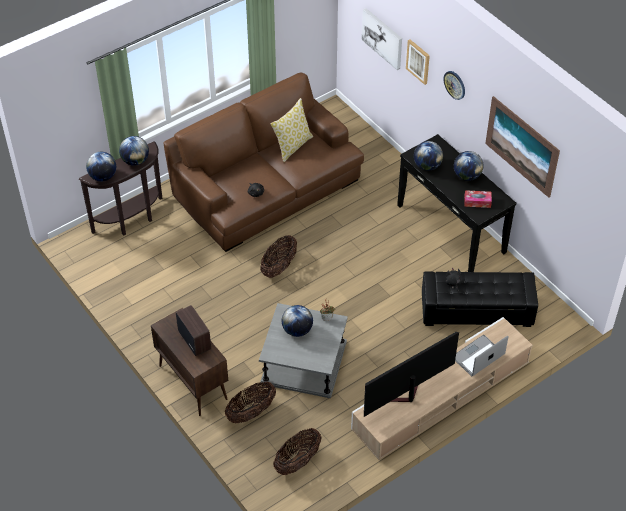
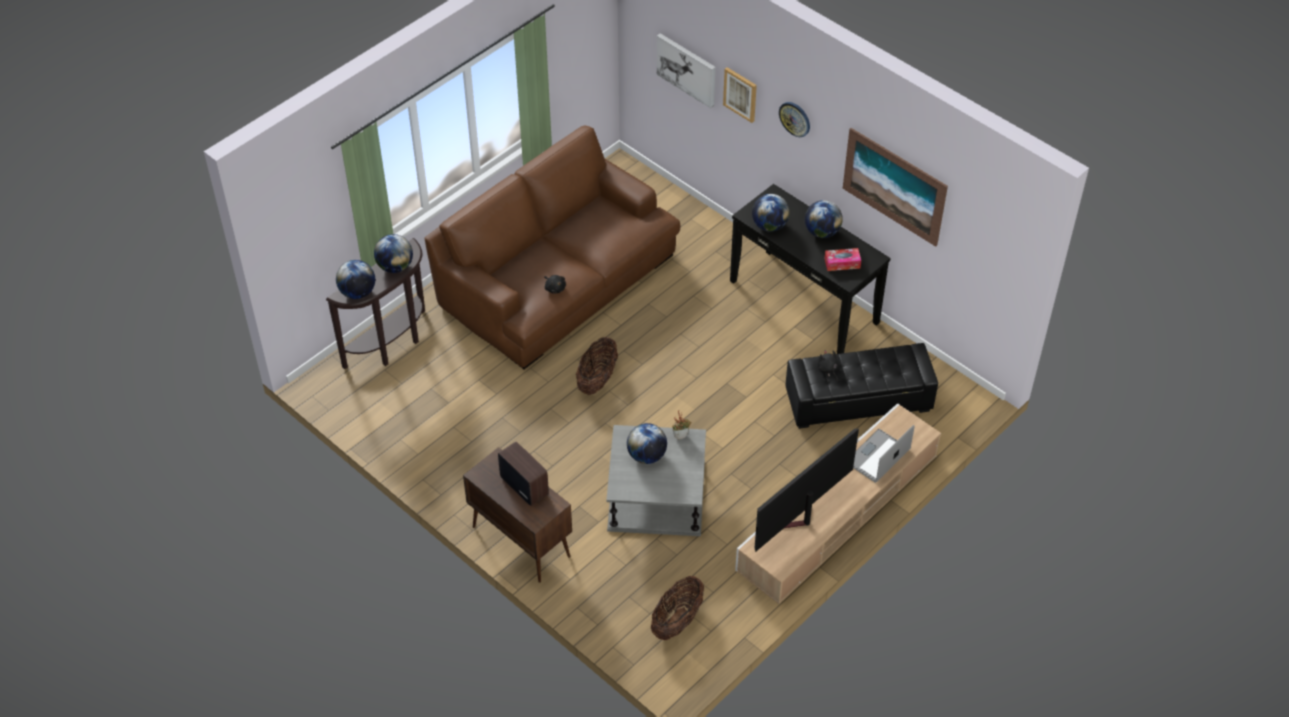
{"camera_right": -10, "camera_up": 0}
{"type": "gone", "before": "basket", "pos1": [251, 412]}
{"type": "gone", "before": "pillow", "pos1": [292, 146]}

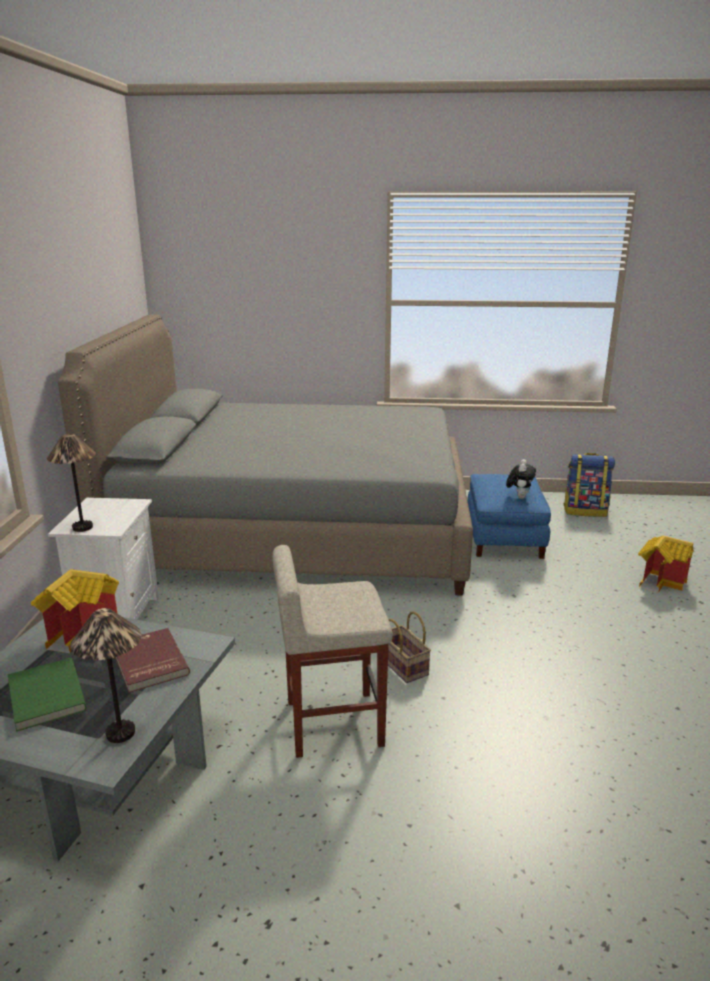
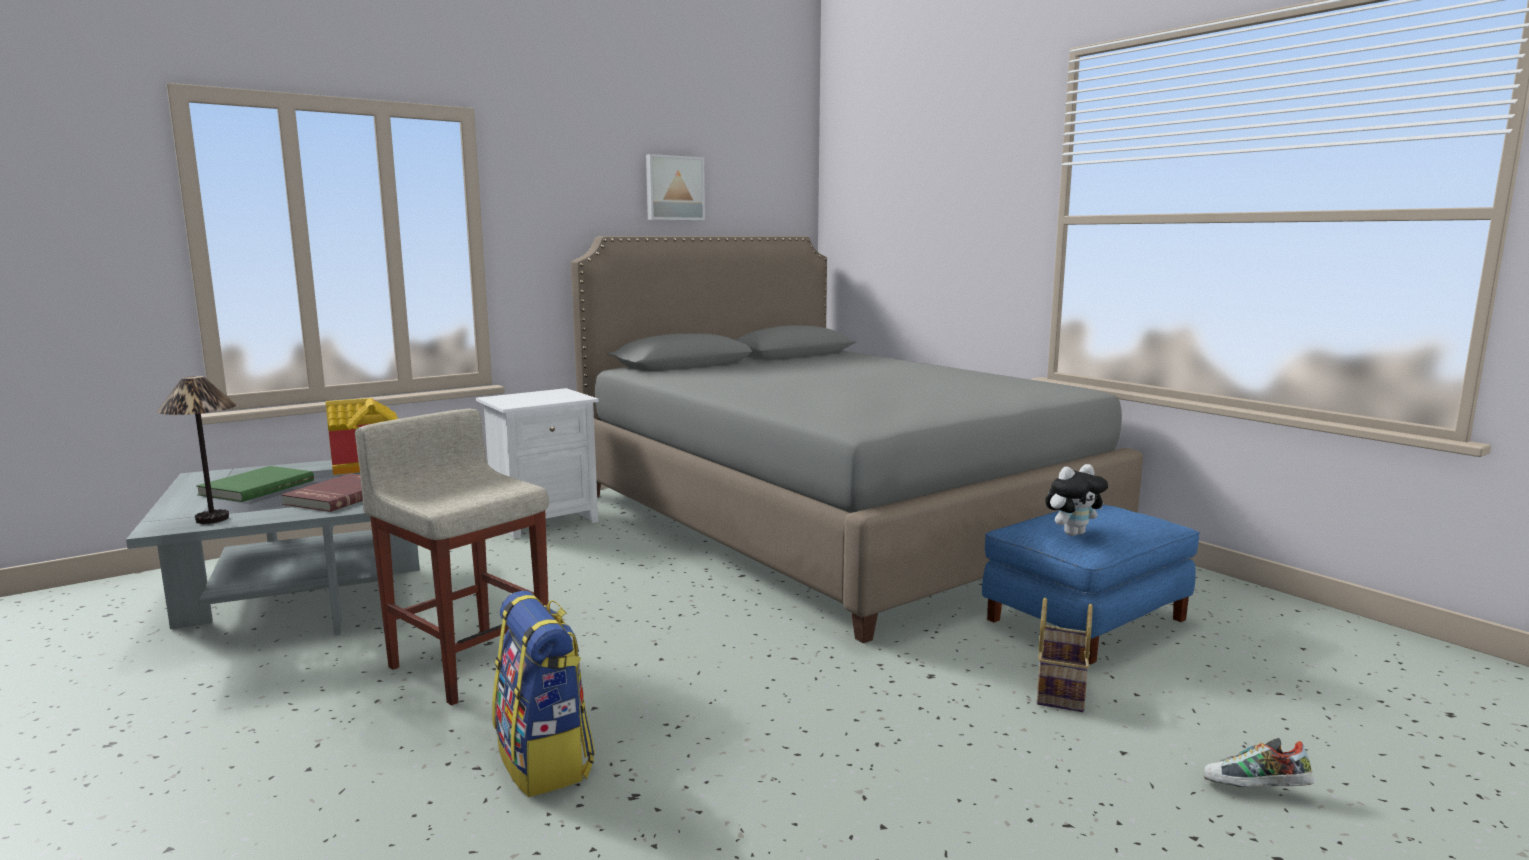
{"camera_right": 50, "camera_up": -10}
{"type": "gone", "before": "table_lamp", "pos1": [83, 527]}
{"type": "shifted", "before": "basket", "pos1": [402, 665], "pos2": [1059, 688]}
{"type": "shifted", "before": "backpack", "pos1": [585, 511], "pos2": [545, 761]}
{"type": "swapped", "before": "toy_house", "after": "shoe", "pos1": [660, 582], "pos2": [1255, 790]}
{"type": "new", "after": "picture", "pos2": [674, 188]}

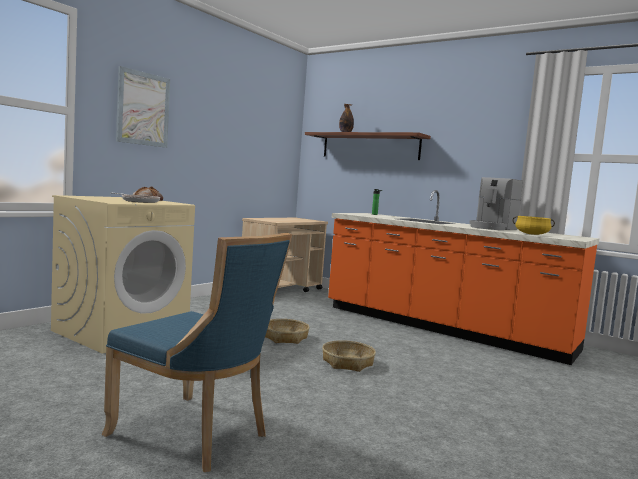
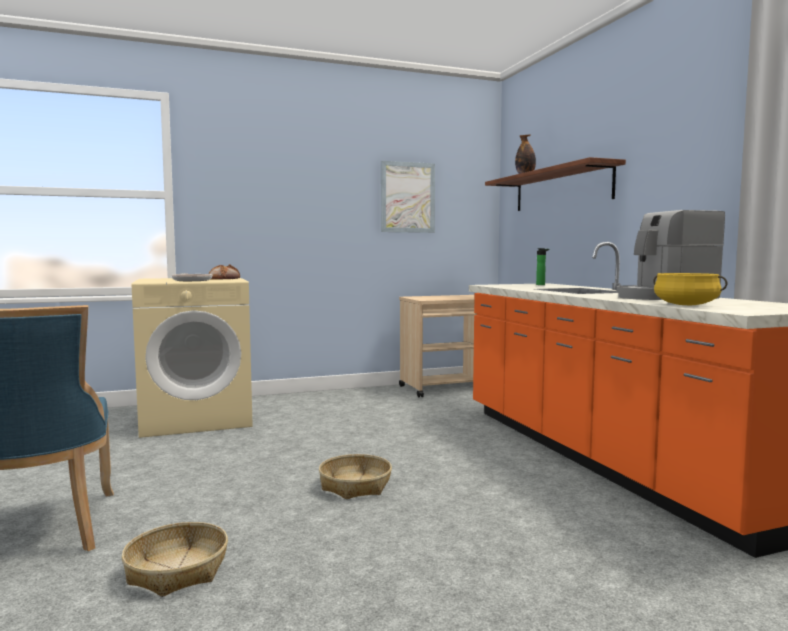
{"camera_right": 35, "camera_up": 0}
{"type": "shifted", "before": "picture", "pos1": [143, 109], "pos2": [407, 197]}
{"type": "shifted", "before": "basket", "pos1": [285, 337], "pos2": [177, 570]}

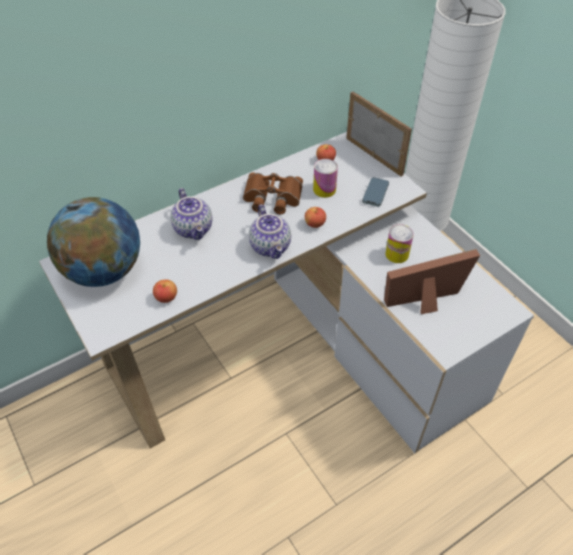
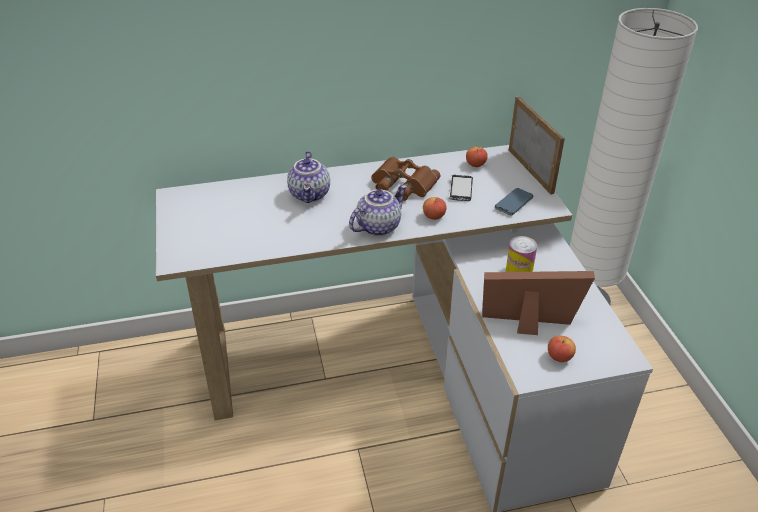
{"camera_right": 20, "camera_up": -10}
{"type": "gone", "before": "globe", "pos1": [104, 271]}
{"type": "shifted", "before": "apple", "pos1": [166, 297], "pos2": [559, 357]}
{"type": "rotated", "before": "teapot", "pos1": [271, 247], "pos2": [378, 226], "turn": -135}
{"type": "swapped", "before": "can", "after": "phone", "pos1": [324, 189], "pos2": [460, 189]}

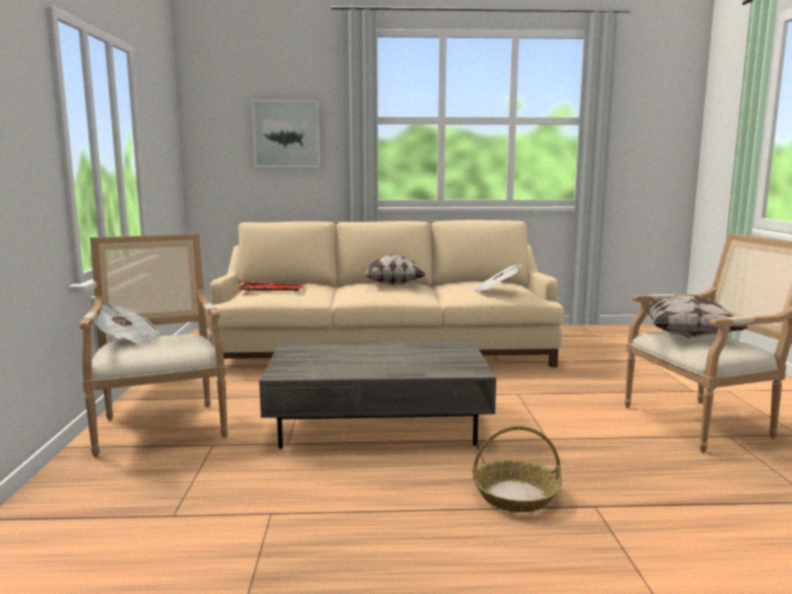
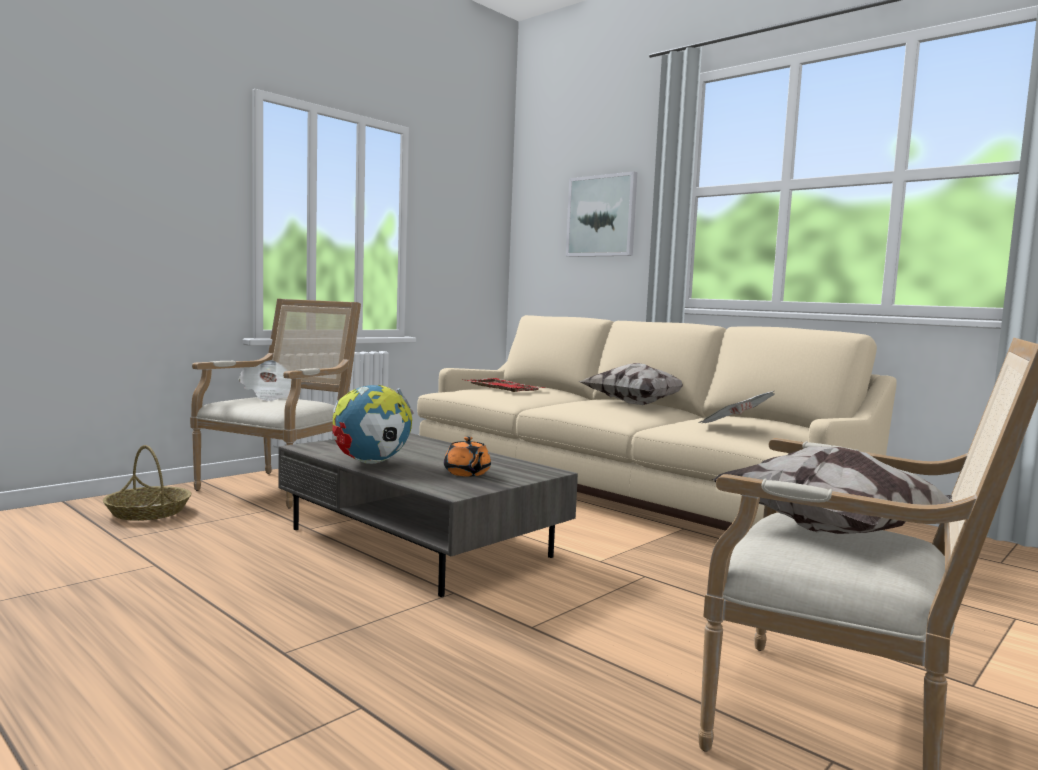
{"camera_right": 45, "camera_up": -5}
{"type": "shifted", "before": "basket", "pos1": [515, 496], "pos2": [147, 512]}
{"type": "new", "after": "globe", "pos2": [371, 462]}
{"type": "new", "after": "orange_teapot", "pos2": [467, 473]}

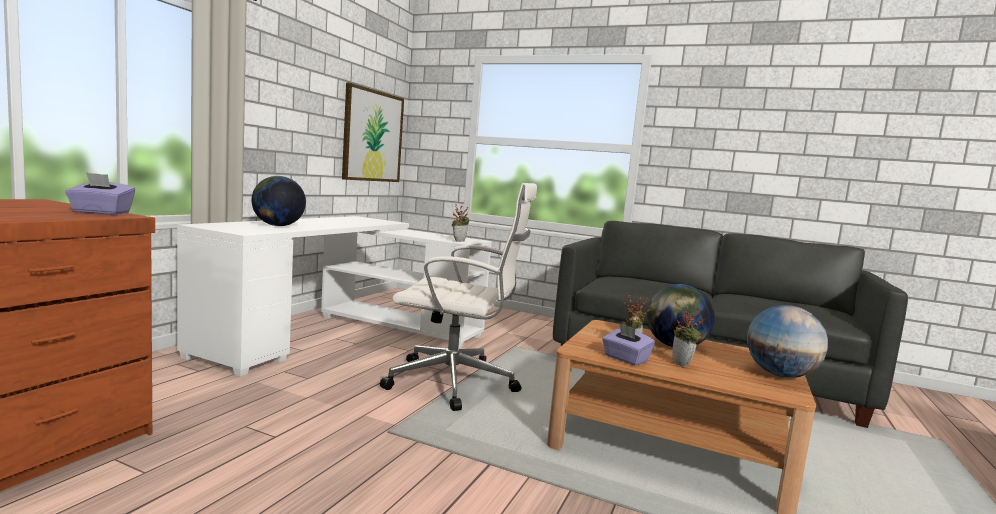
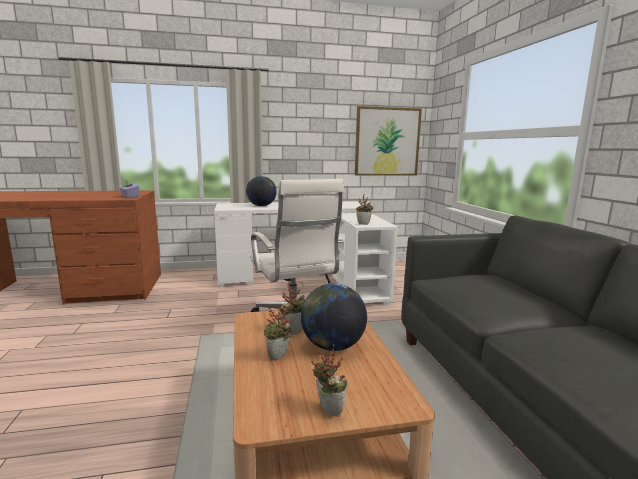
{"camera_right": 55, "camera_up": 5}
{"type": "gone", "before": "purple_tissue_box", "pos1": [625, 359]}
{"type": "swapped", "before": "globe", "after": "potted_plant", "pos1": [780, 375], "pos2": [327, 411]}

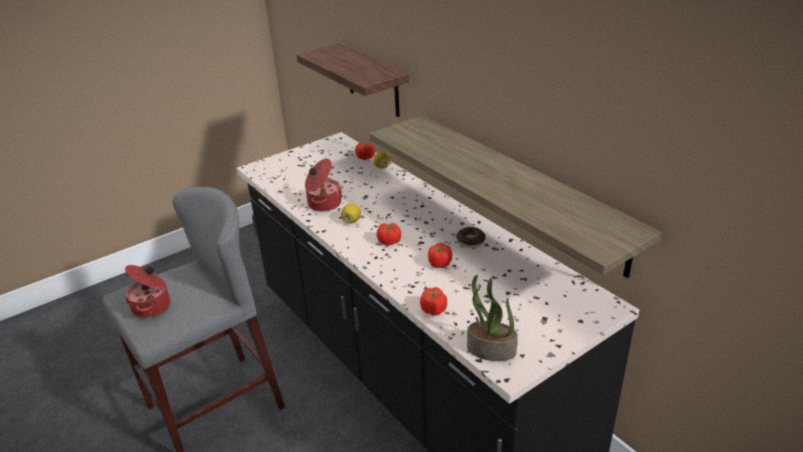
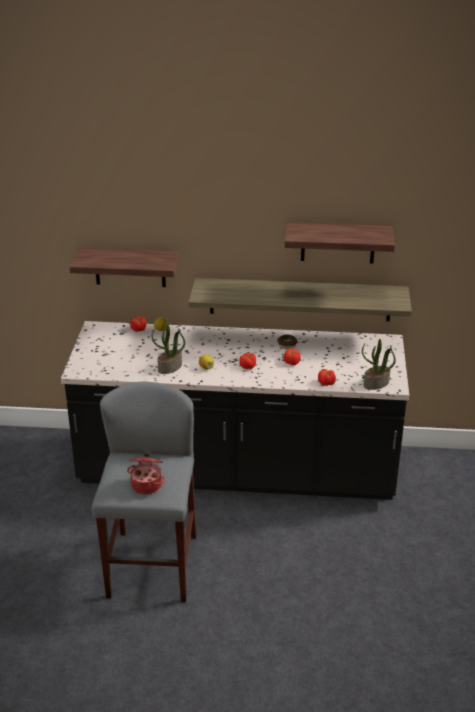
{"camera_right": -50, "camera_up": 0}
{"type": "swapped", "before": "cooking_pot", "after": "potted_plant", "pos1": [323, 203], "pos2": [170, 367]}
{"type": "new", "after": "shelf", "pos2": [338, 242]}

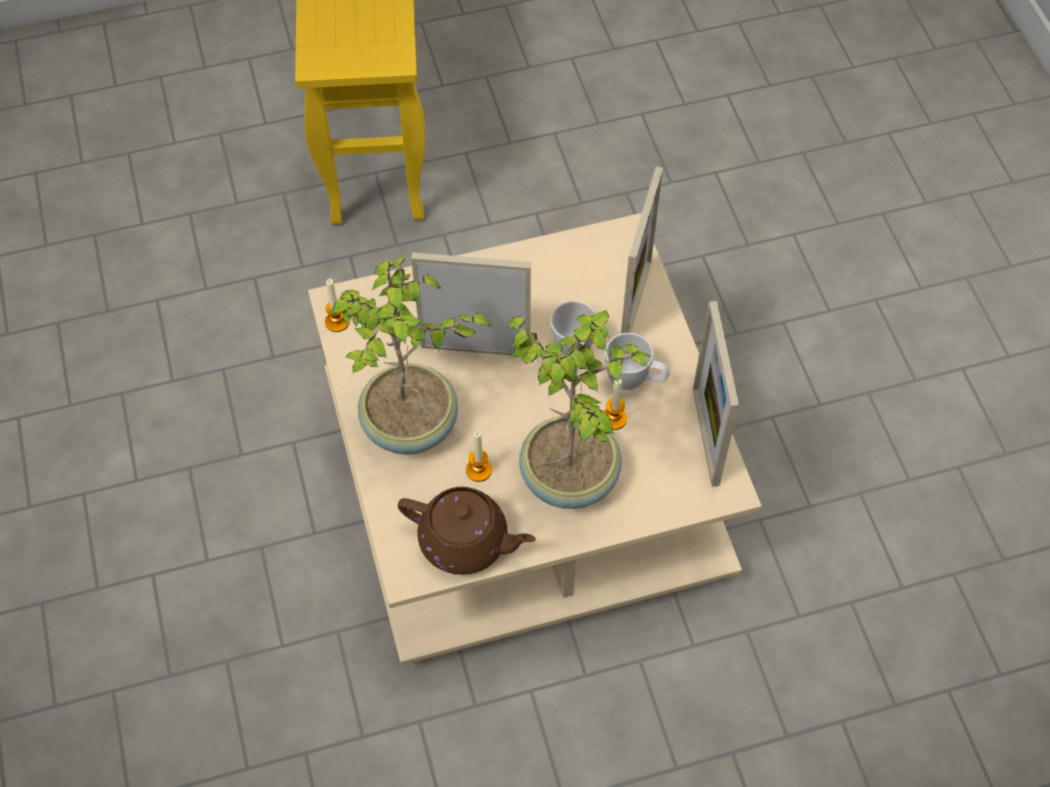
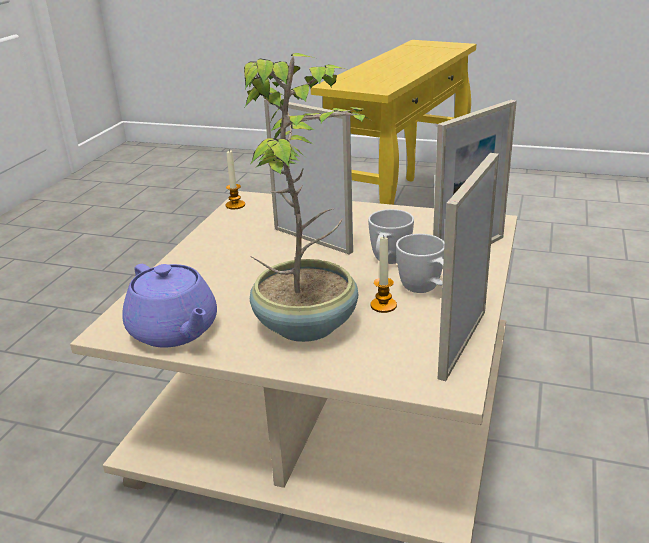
{"camera_right": 35, "camera_up": -30}
{"type": "gone", "before": "potted_plant", "pos1": [411, 426]}
{"type": "repainted", "before": "brown_teapot", "after": "purple_teapot", "pos1": [466, 541], "pos2": [174, 331]}
{"type": "gone", "before": "candle", "pos1": [479, 470]}

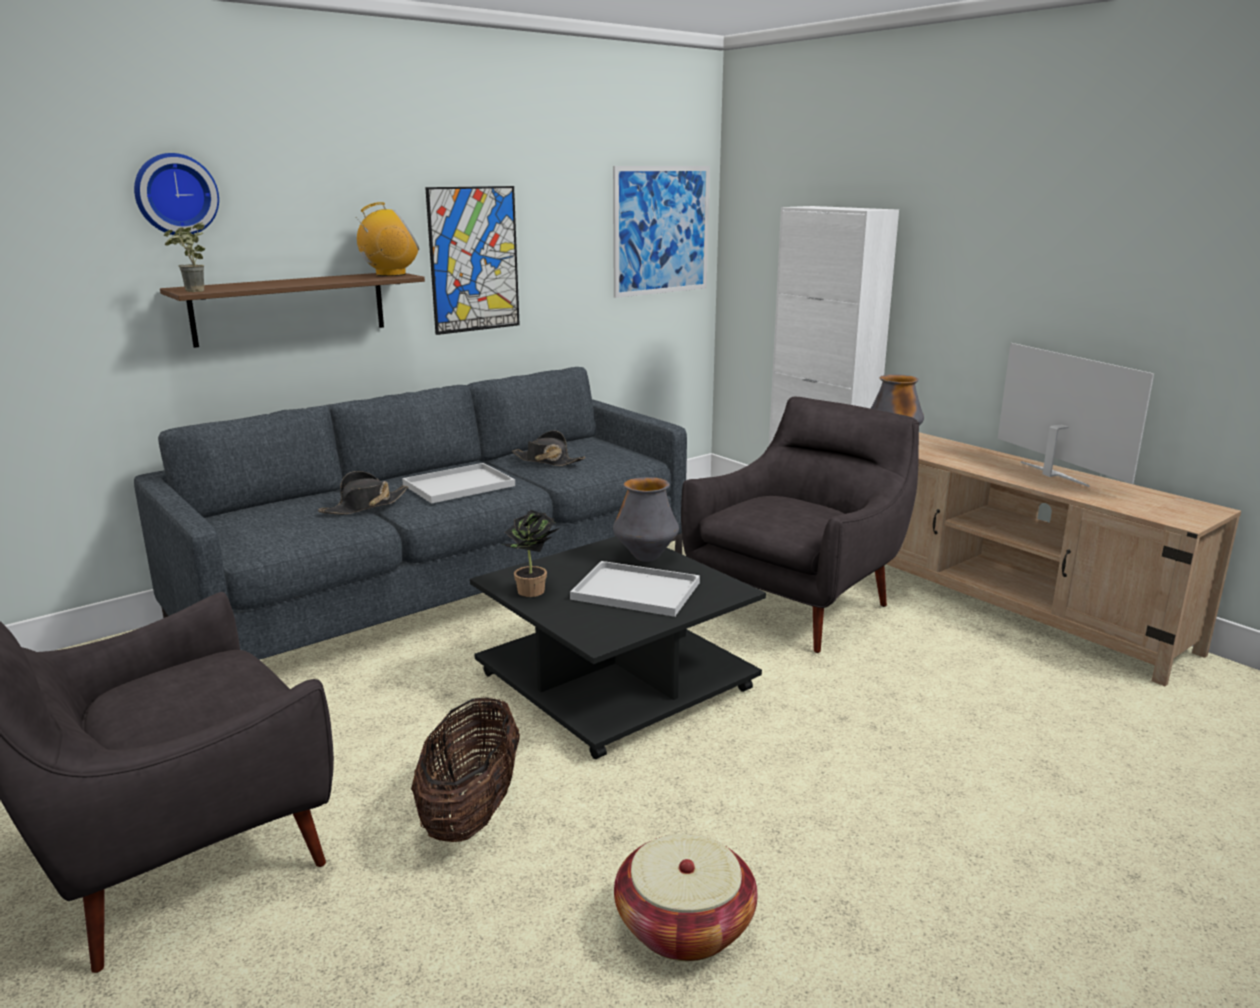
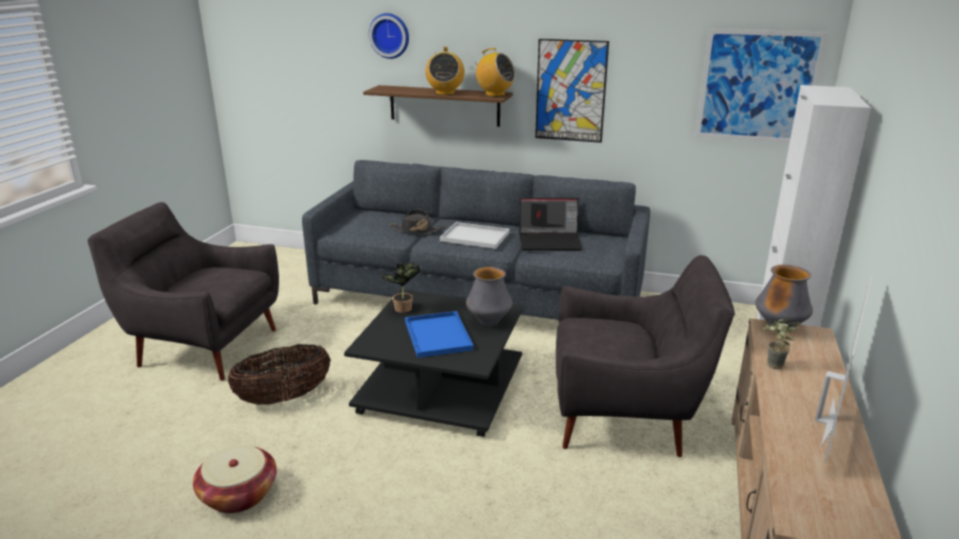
{"camera_right": 55, "camera_up": 5}
{"type": "shifted", "before": "potted_plant", "pos1": [192, 292], "pos2": [771, 367]}
{"type": "swapped", "before": "black_hat", "after": "laptop", "pos1": [547, 461], "pos2": [550, 241]}
{"type": "repainted", "before": "white_tray", "after": "blue_tray", "pos1": [633, 591], "pos2": [437, 335]}
{"type": "new", "after": "radio", "pos2": [445, 93]}

